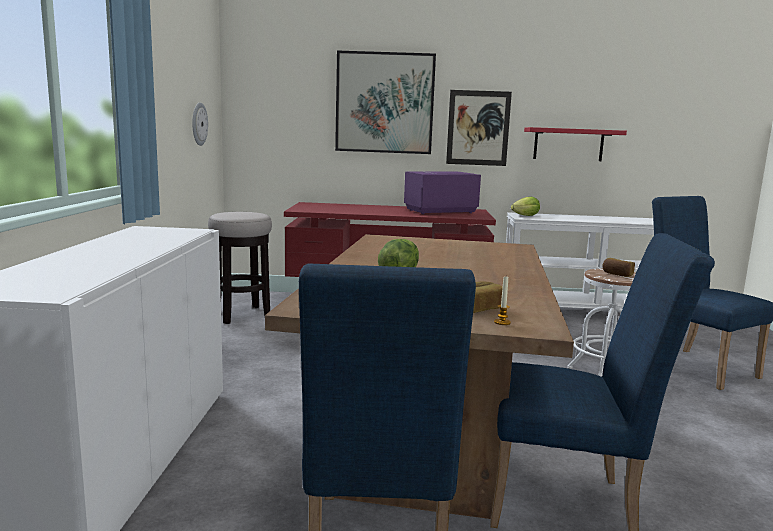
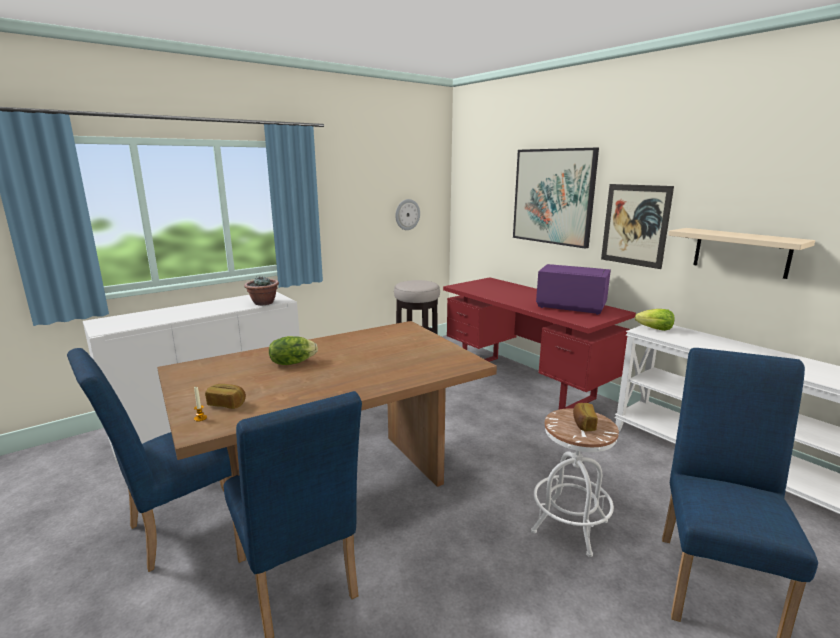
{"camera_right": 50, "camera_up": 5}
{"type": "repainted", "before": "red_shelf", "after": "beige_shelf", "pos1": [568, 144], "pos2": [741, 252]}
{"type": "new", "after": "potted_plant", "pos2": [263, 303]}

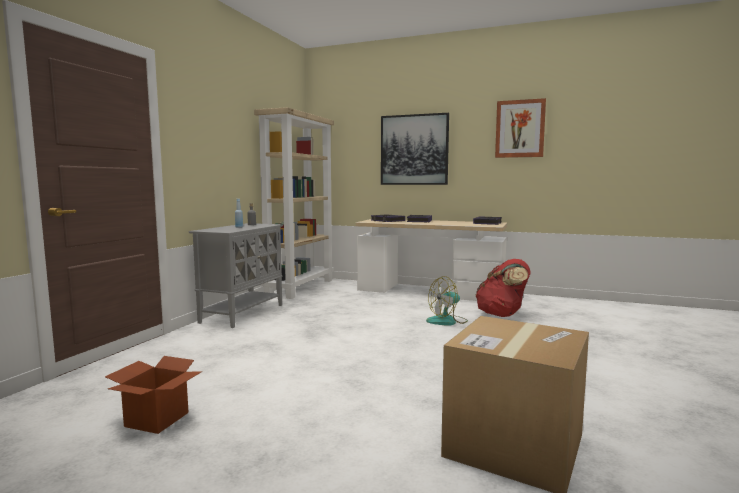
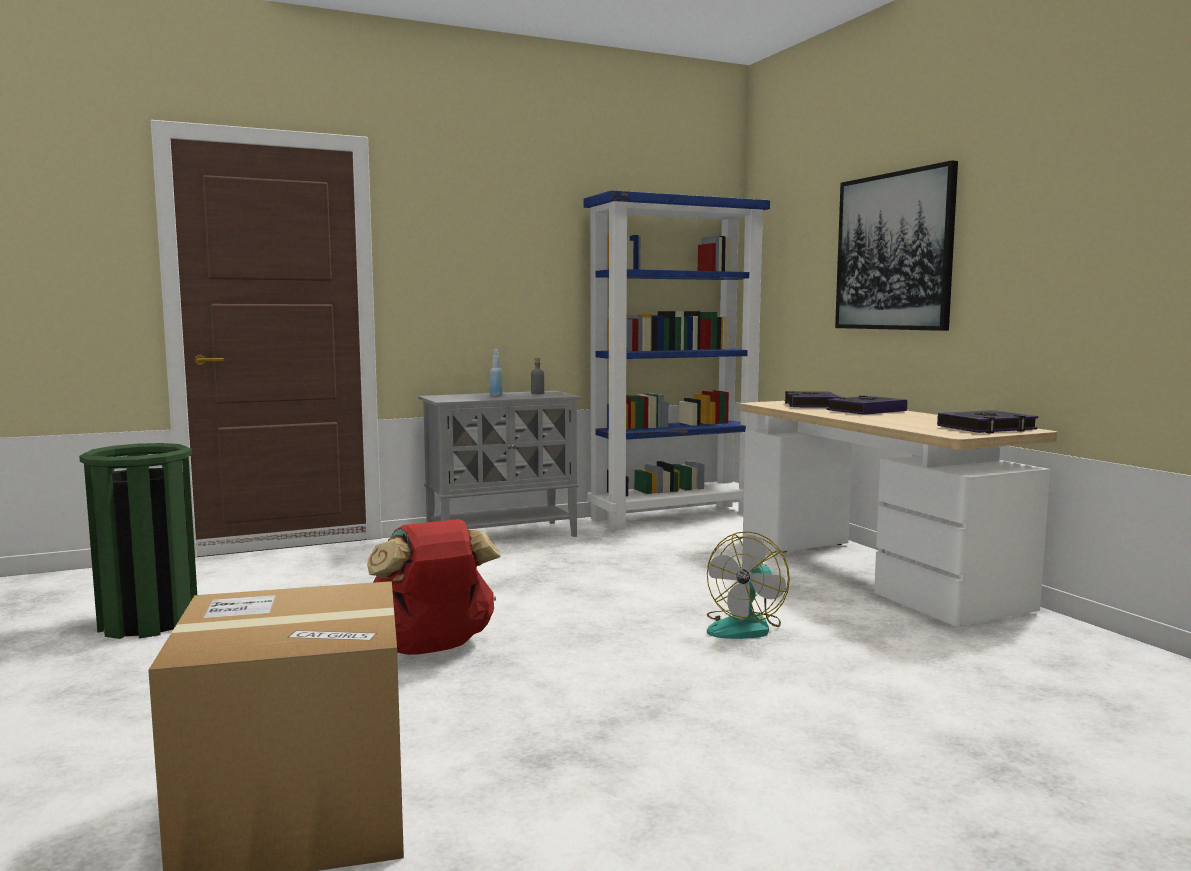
{"camera_right": 45, "camera_up": 0}
{"type": "swapped", "before": "cardboard_box", "after": "green_trash_can", "pos1": [157, 419], "pos2": [149, 622]}
{"type": "repainted", "before": "beige_bookcase", "after": "blue_bookcase", "pos1": [300, 287], "pos2": [674, 516]}
{"type": "rotated", "before": "fan", "pos1": [447, 321], "pos2": [745, 627], "turn": -75}
{"type": "shifted", "before": "red_backpack", "pos1": [502, 314], "pos2": [429, 649]}
{"type": "gone", "before": "picture", "pos1": [520, 129]}

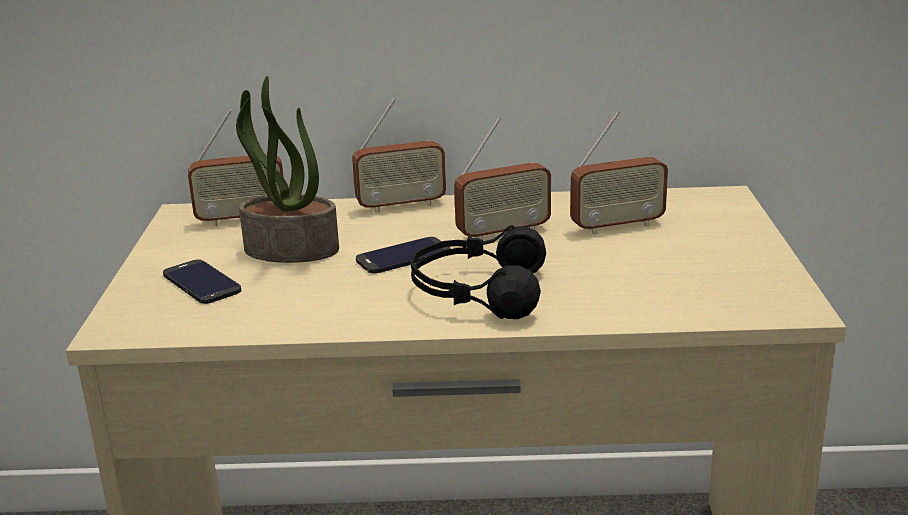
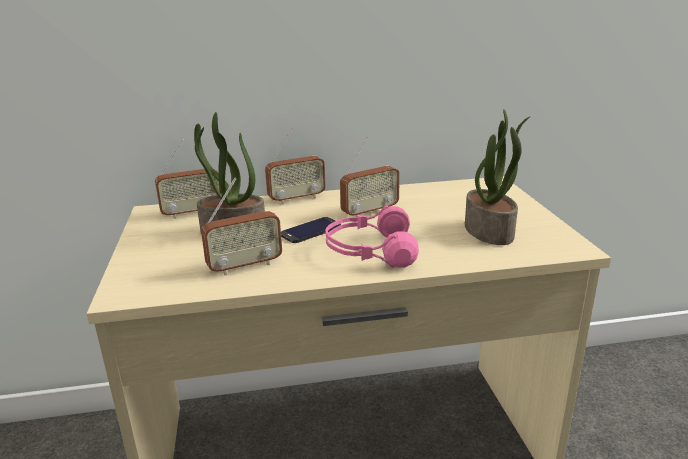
{"camera_right": -10, "camera_up": 0}
{"type": "gone", "before": "phone", "pos1": [201, 282]}
{"type": "repainted", "before": "black_headphones", "after": "pink_headphones", "pos1": [477, 292], "pos2": [370, 251]}
{"type": "shifted", "before": "radio", "pos1": [617, 226], "pos2": [245, 266]}
{"type": "new", "after": "potted_plant", "pos2": [490, 231]}

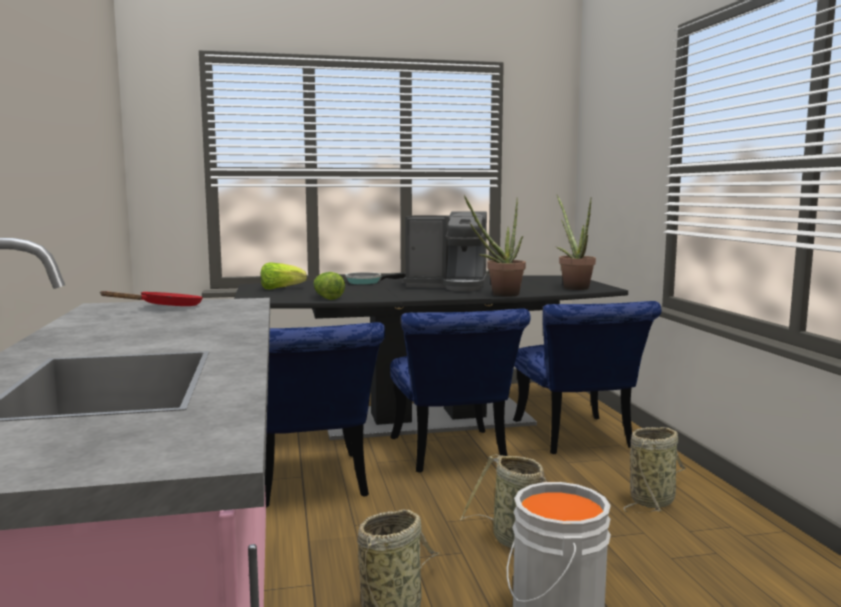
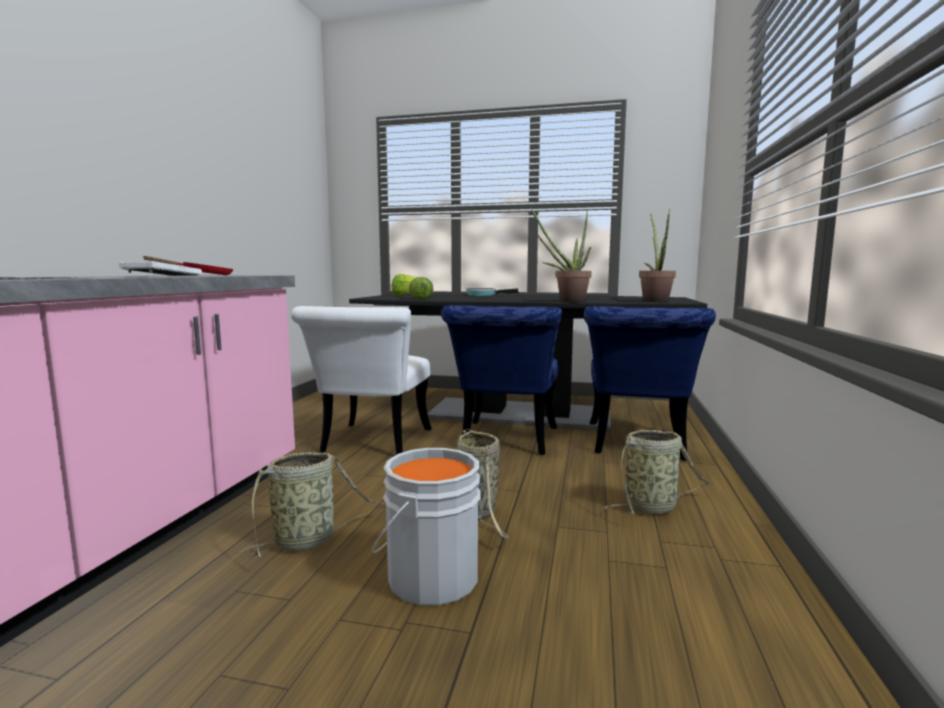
{"camera_right": 25, "camera_up": 0}
{"type": "repainted", "before": "blue_chair", "after": "white_chair", "pos1": [309, 485], "pos2": [371, 444]}
{"type": "gone", "before": "coffee_machine", "pos1": [448, 286]}
{"type": "new", "after": "white_tray", "pos2": [164, 276]}

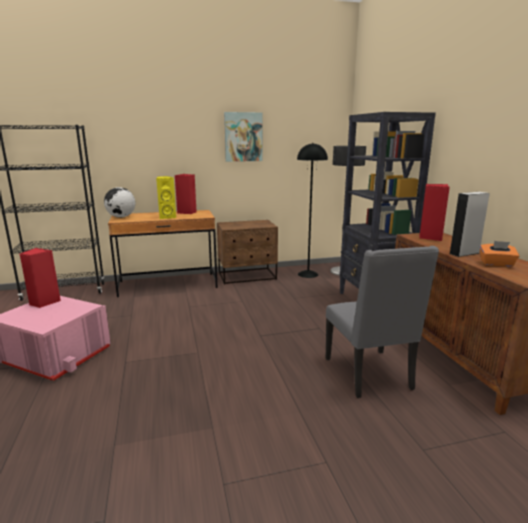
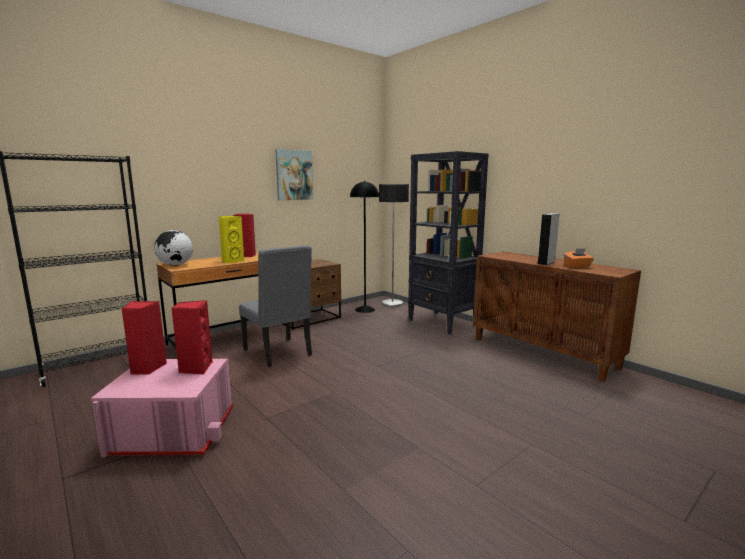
{"camera_right": -25, "camera_up": -5}
{"type": "shifted", "before": "grey_chair", "pos1": [370, 374], "pos2": [279, 353]}
{"type": "shifted", "before": "red_speaker", "pos1": [430, 237], "pos2": [195, 368]}

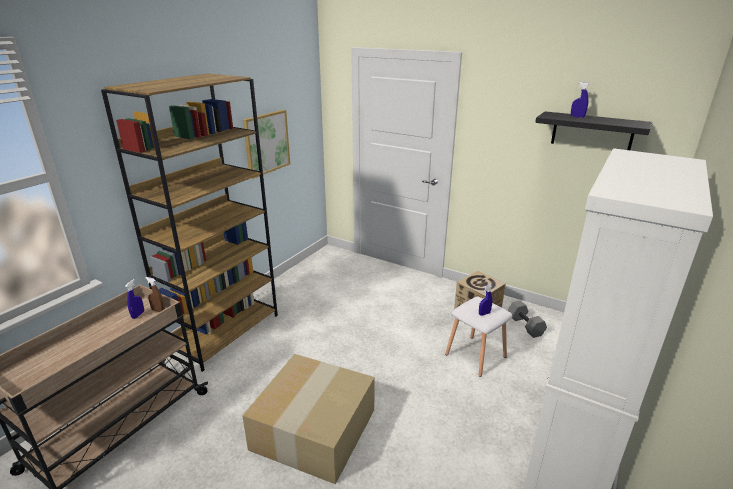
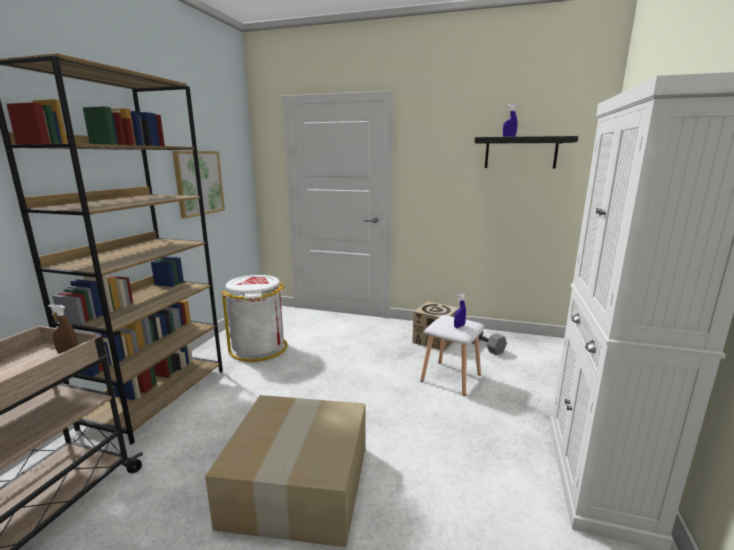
{"camera_right": -15, "camera_up": -10}
{"type": "gone", "before": "blue_spray_bottle", "pos1": [138, 315]}
{"type": "new", "after": "white_trash_can", "pos2": [259, 348]}

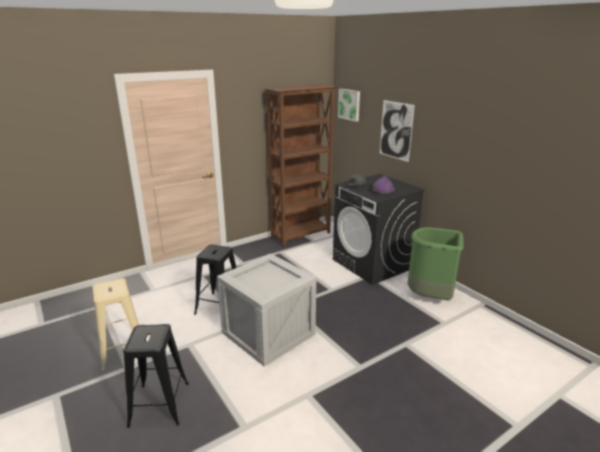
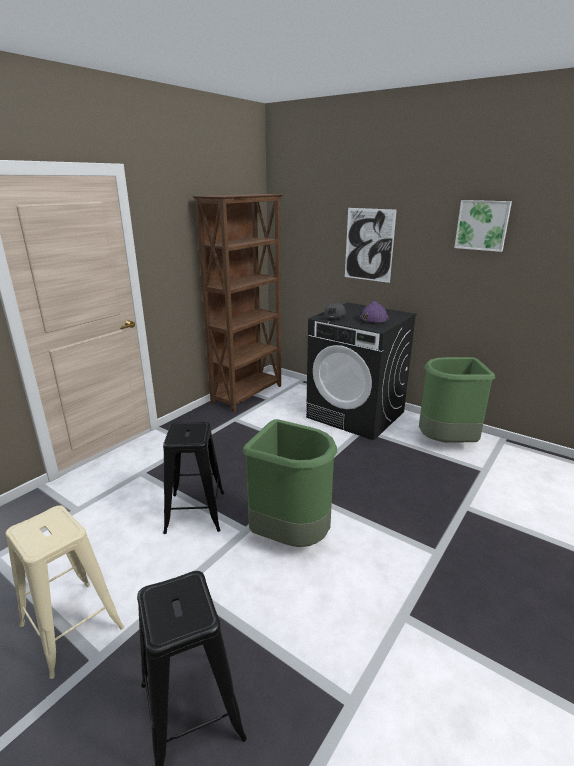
{"camera_right": -20, "camera_up": 0}
{"type": "swapped", "before": "crate", "after": "green_trash_can", "pos1": [268, 333], "pos2": [290, 536]}
{"type": "shifted", "before": "picture", "pos1": [349, 104], "pos2": [482, 225]}

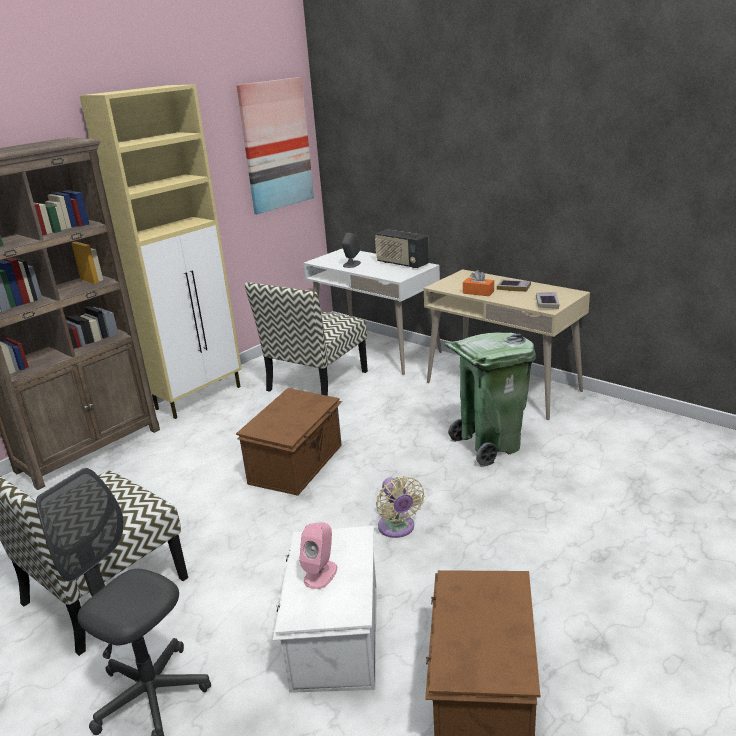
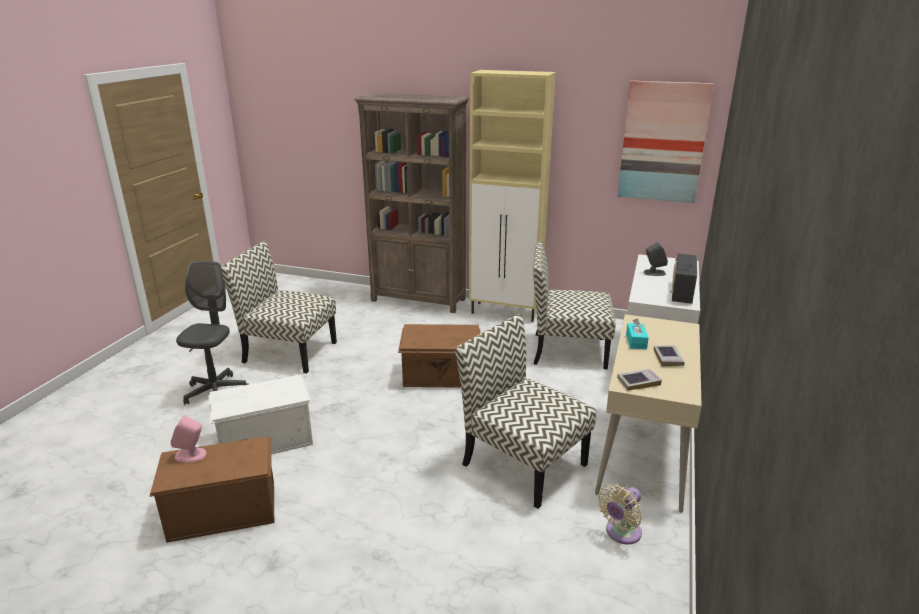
{"camera_right": 65, "camera_up": 0}
{"type": "shifted", "before": "pink_speaker", "pos1": [320, 574], "pos2": [191, 455]}
{"type": "shifted", "before": "beige_fan", "pos1": [397, 528], "pos2": [621, 533]}
{"type": "swapped", "before": "green_trash_can", "after": "chair", "pos1": [489, 445], "pos2": [522, 463]}
{"type": "repainted", "before": "orange_tissue_box", "after": "turquoise_tissue_box", "pos1": [478, 292], "pos2": [636, 341]}

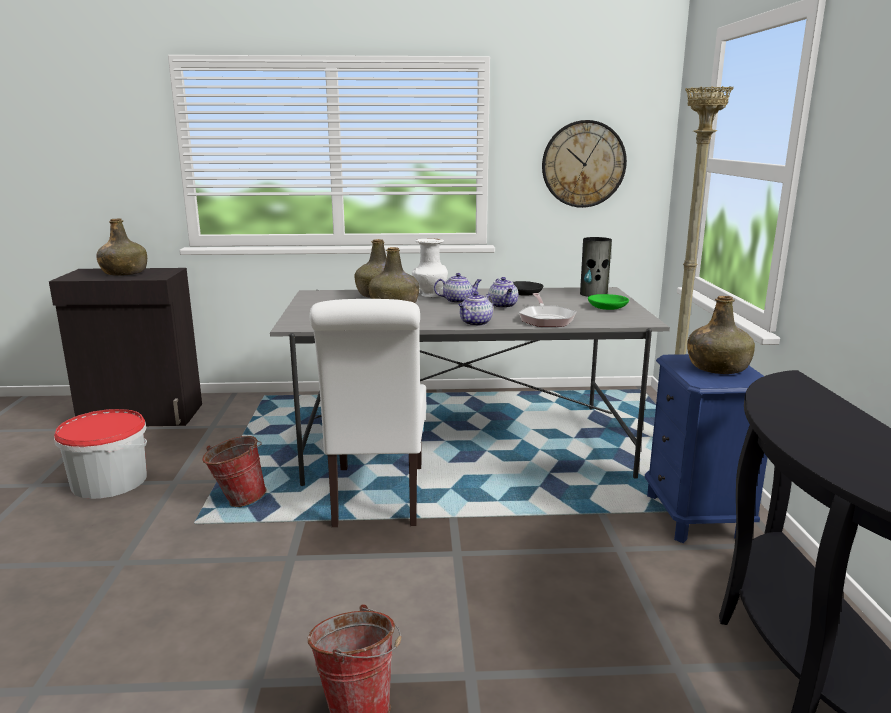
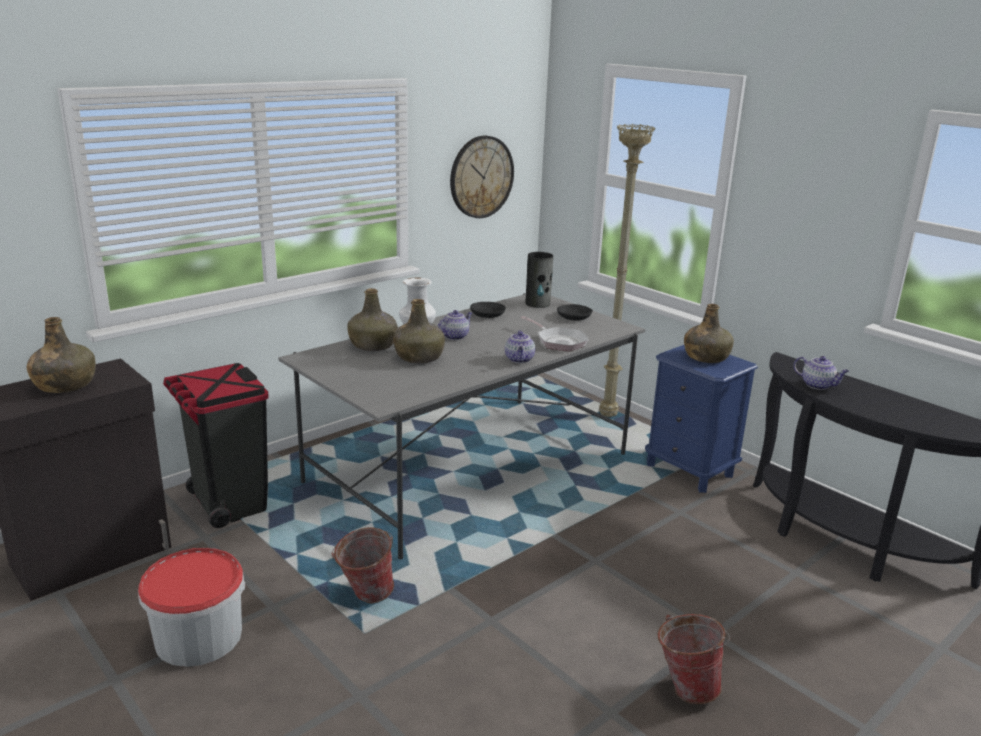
{"camera_right": -40, "camera_up": 5}
{"type": "gone", "before": "white_chair", "pos1": [377, 499]}
{"type": "shifted", "before": "teapot", "pos1": [503, 306], "pos2": [818, 385]}
{"type": "repainted", "before": "green_bowl", "after": "black_bowl", "pos1": [608, 307], "pos2": [574, 317]}
{"type": "new", "after": "black_trash_can", "pos2": [229, 504]}

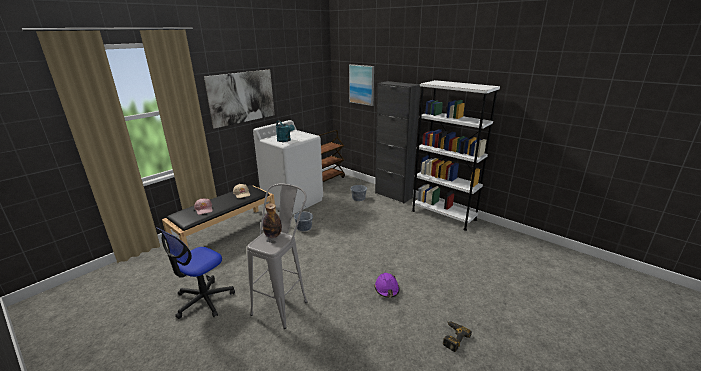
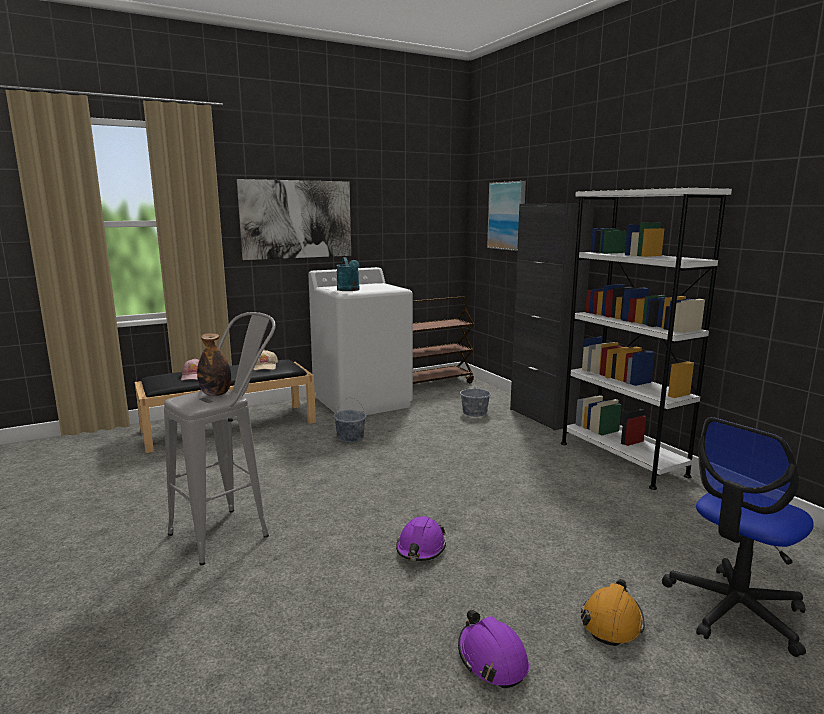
{"camera_right": 20, "camera_up": -10}
{"type": "shifted", "before": "office_chair", "pos1": [204, 300], "pos2": [734, 610]}
{"type": "swapped", "before": "power_drill", "after": "purple_hard_hat", "pos1": [452, 337], "pos2": [492, 659]}
{"type": "new", "after": "orange_hard_hat", "pos2": [612, 621]}

